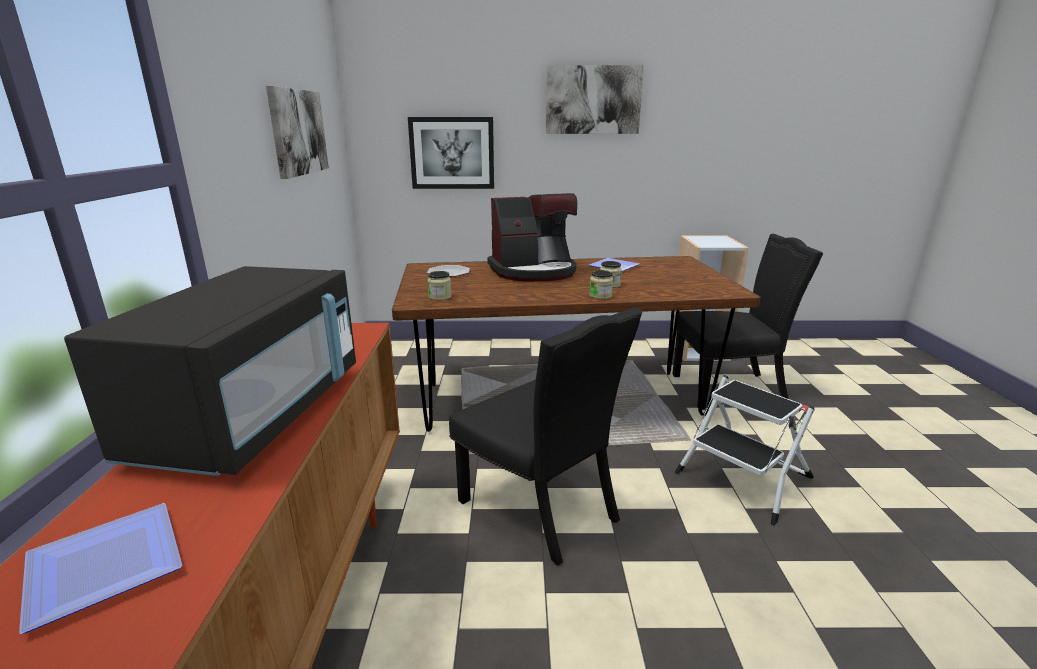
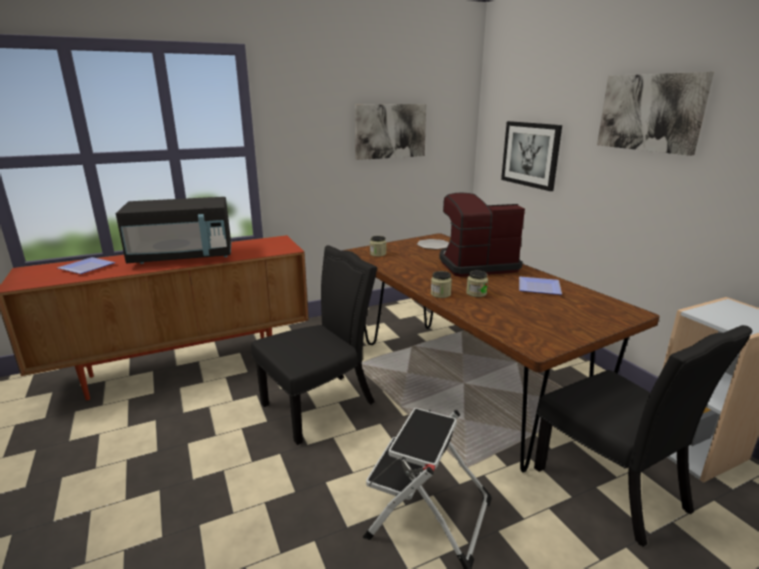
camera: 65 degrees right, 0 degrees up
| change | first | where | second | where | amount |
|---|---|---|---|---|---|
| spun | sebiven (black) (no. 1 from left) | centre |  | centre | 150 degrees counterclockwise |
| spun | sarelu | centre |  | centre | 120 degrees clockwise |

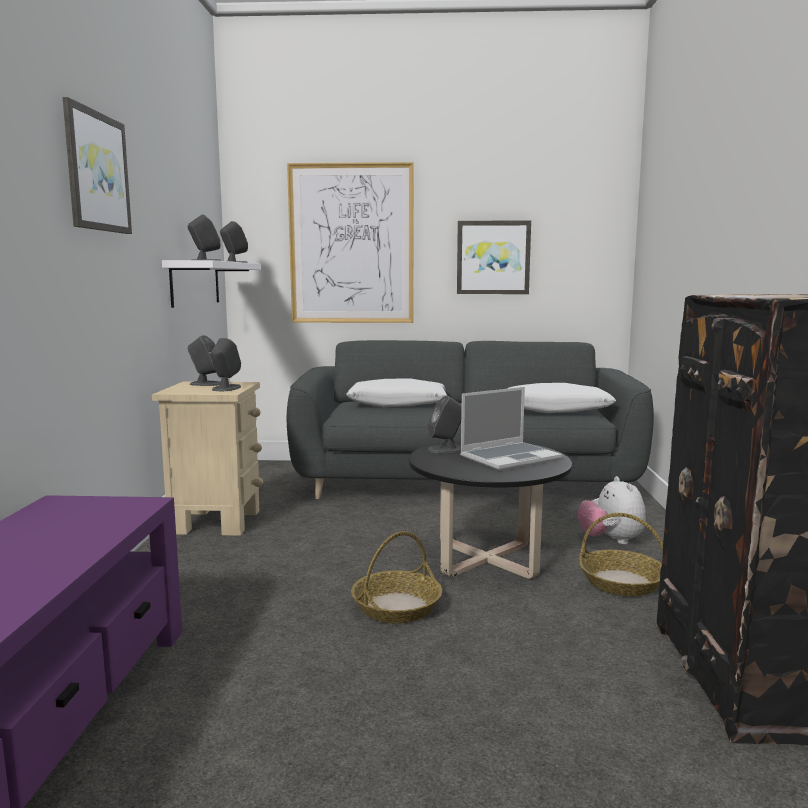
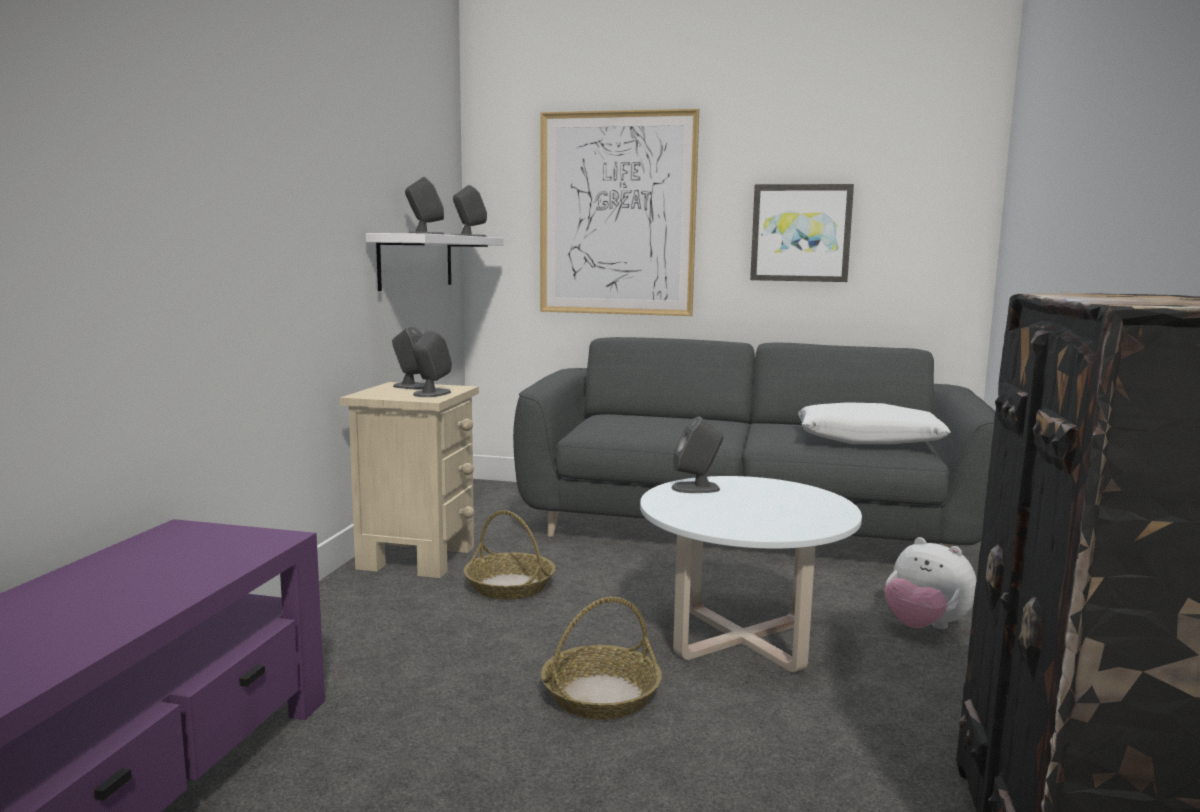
camera: 10 degrees right, 0 degrees up
| change | first | where | second | where | amount |
|---|---|---|---|---|---|
| missing | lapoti (no. 1 from left) | top left |  |  |  |
| missing | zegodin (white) (no. 1 from left) | centre |  |  |  |
| colour | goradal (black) | centre | goradal (white) | bottom centre |  |
| missing | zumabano | centre |  |  |  |
| spun | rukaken | middle right |  | bottom right | 45 degrees counterclockwise |
| relocated | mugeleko (no. 2 from left in the first image) | bottom right | mugeleko (no. 1 from left) | bottom centre |  |

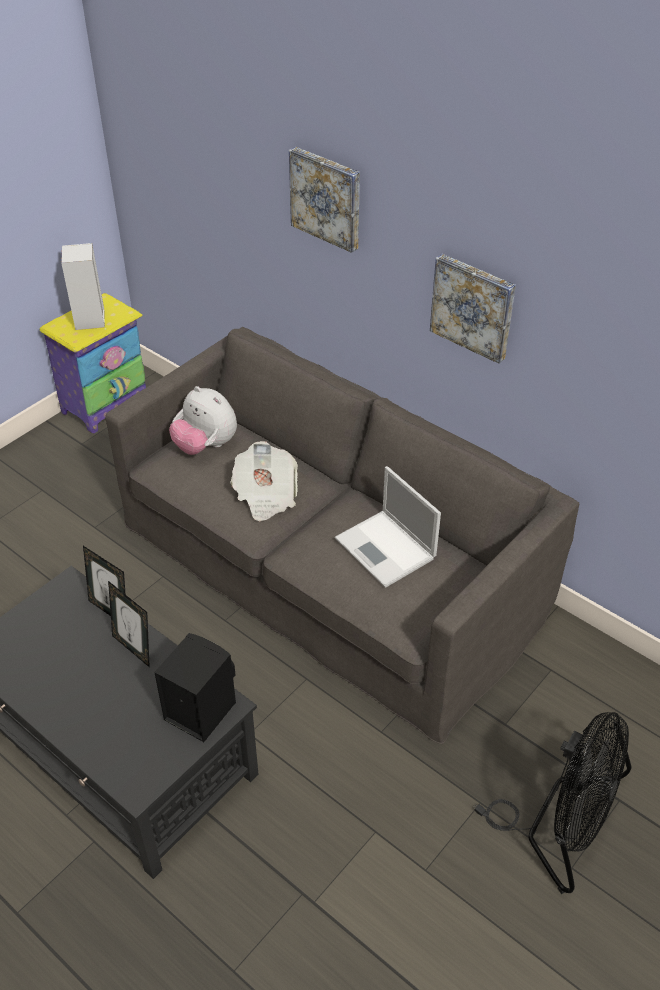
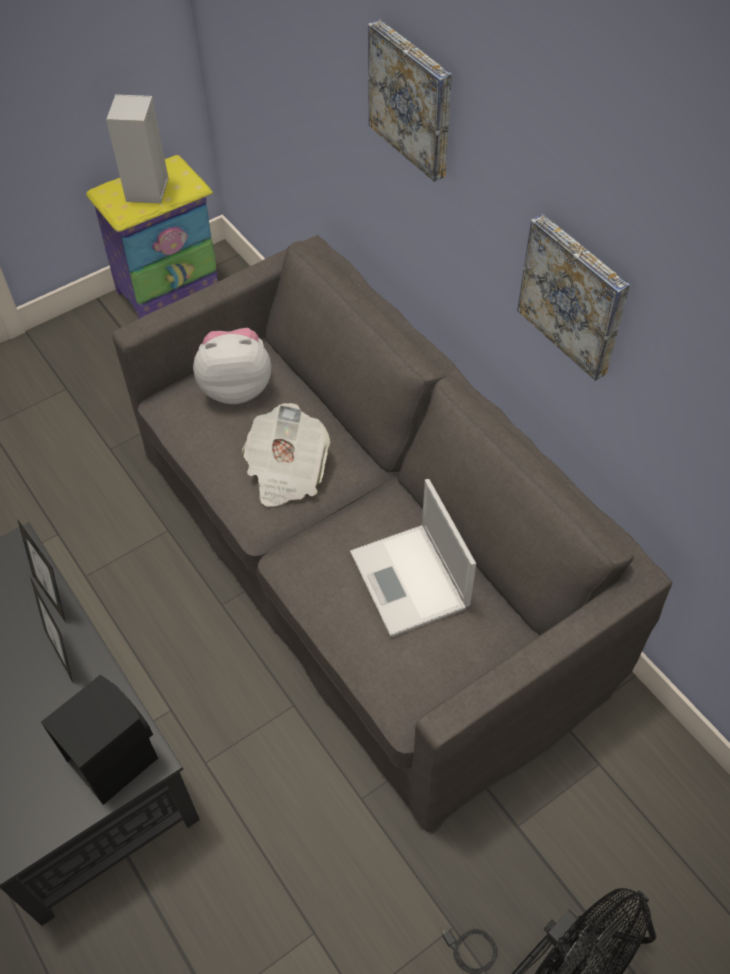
camera: 15 degrees right, 10 degrees up
| change | first | where | second | where | amount |
|---|---|---|---|---|---|
| spun | rukaken | middle left |  | middle left | 120 degrees clockwise |

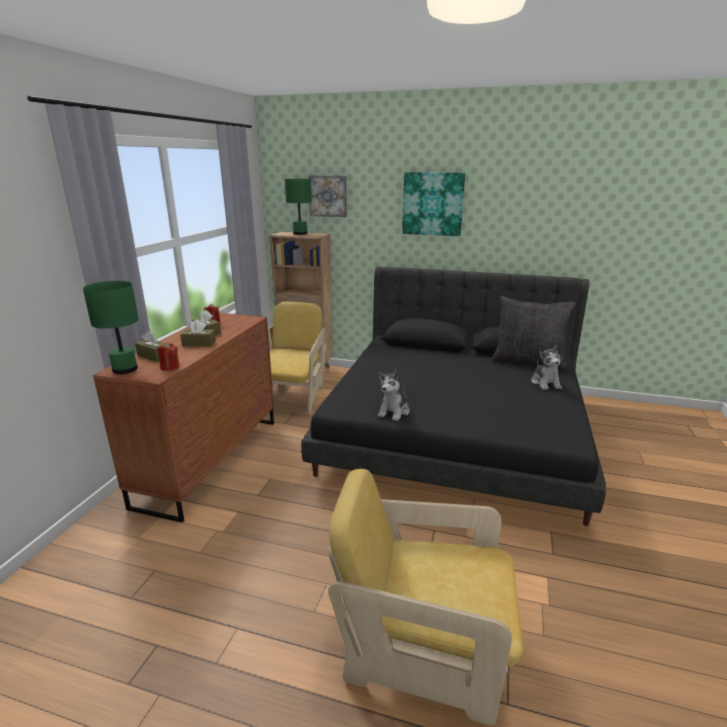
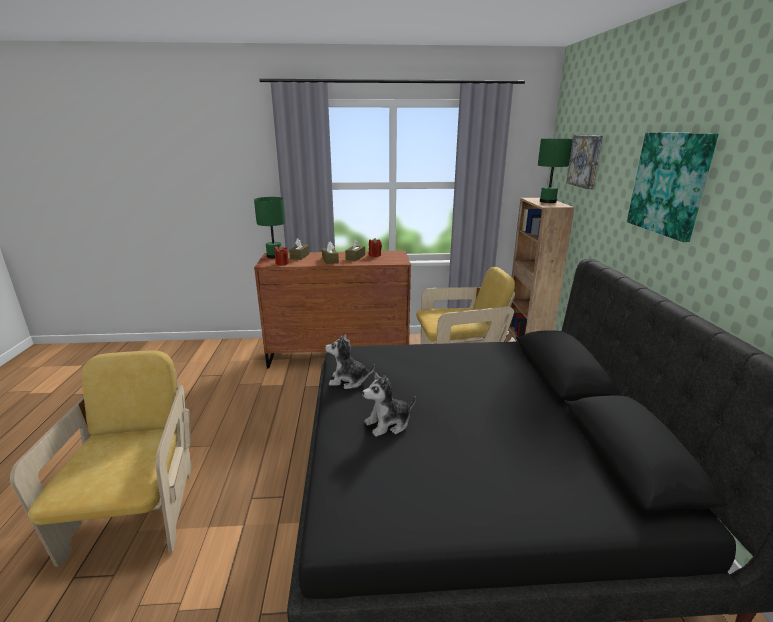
camera: 70 degrees right, 0 degrees up
| change | first | where | second | where | amount |
|---|---|---|---|---|---|
| missing | zegodin (black) | middle right |  |  |  |
| relocated | rukaken (no. 2 from left) | middle right |  | centre |  |

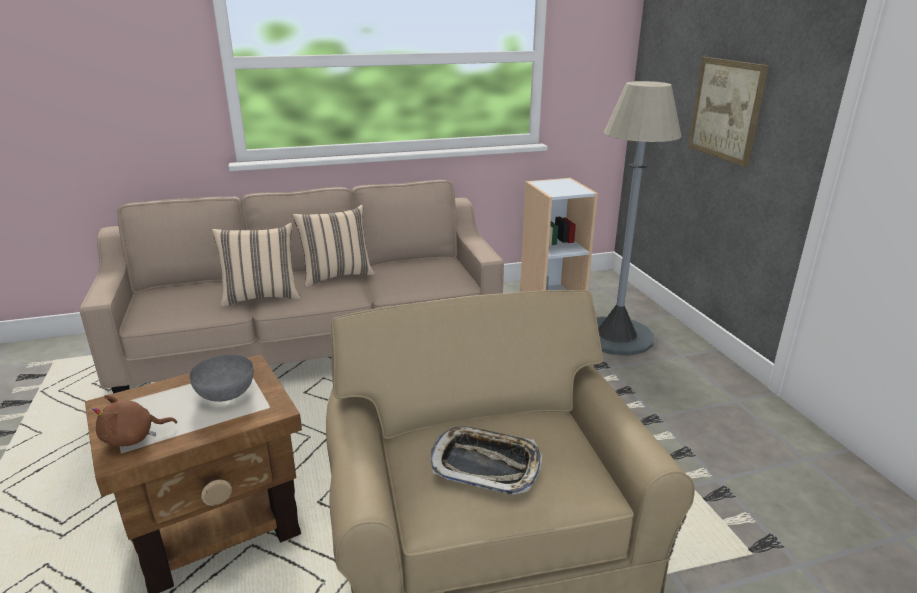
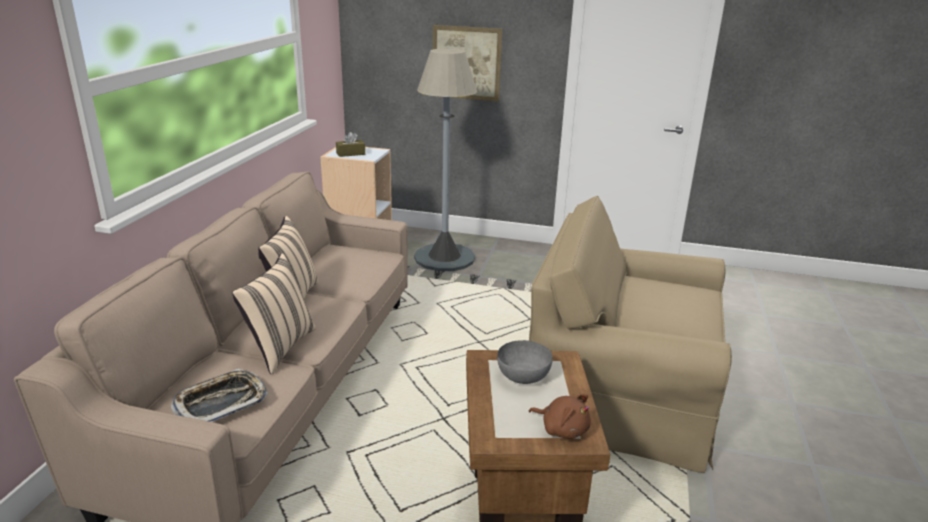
camera: 60 degrees left, 0 degrees up
| change | first | where | second | where | amount |
|---|---|---|---|---|---|
| spun | rukaken (brown) | bottom left |  | bottom centre | 60 degrees counterclockwise |
| relocated | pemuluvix | bottom centre |  | bottom left |  |
| appeared |  |  | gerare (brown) | top centre |  |

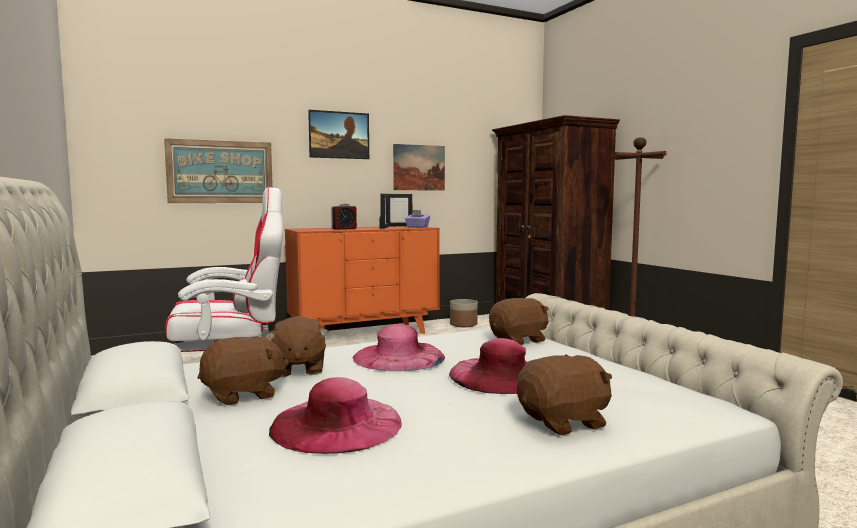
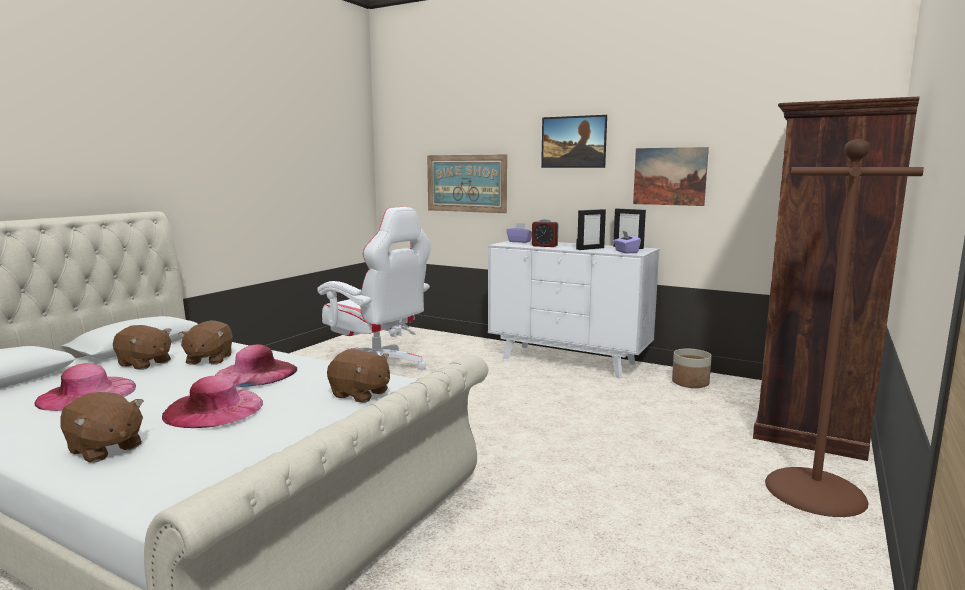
camera: 55 degrees right, 5 degrees up
| change | first | where | second | where | amount |
|---|---|---|---|---|---|
| spun | rukaken (brown) (no. 2 from left in the first image) | centre | rukaken (brown) (no. 3 from left) | middle left | 45 degrees counterclockwise |
| colour | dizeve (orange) | centre | dizeve (white) | centre |  |
| appeared |  |  | gerare (purple) (no. 1 from left) | centre |  |

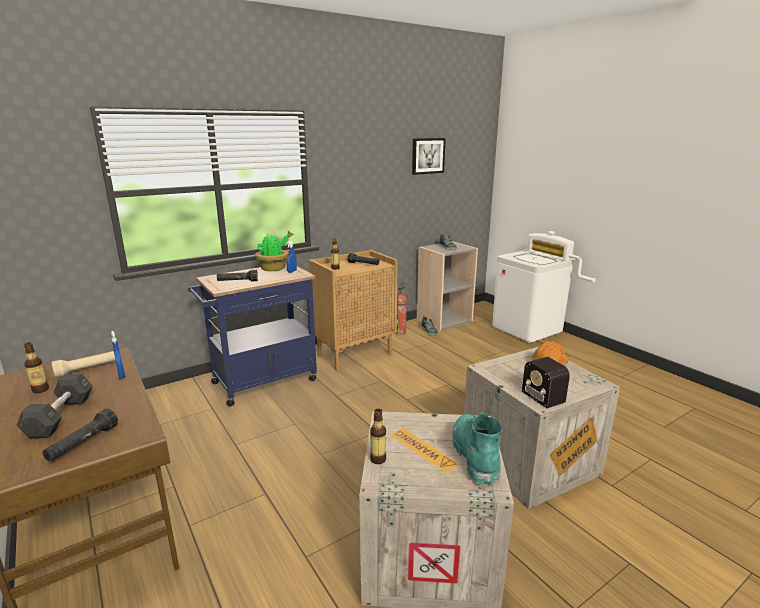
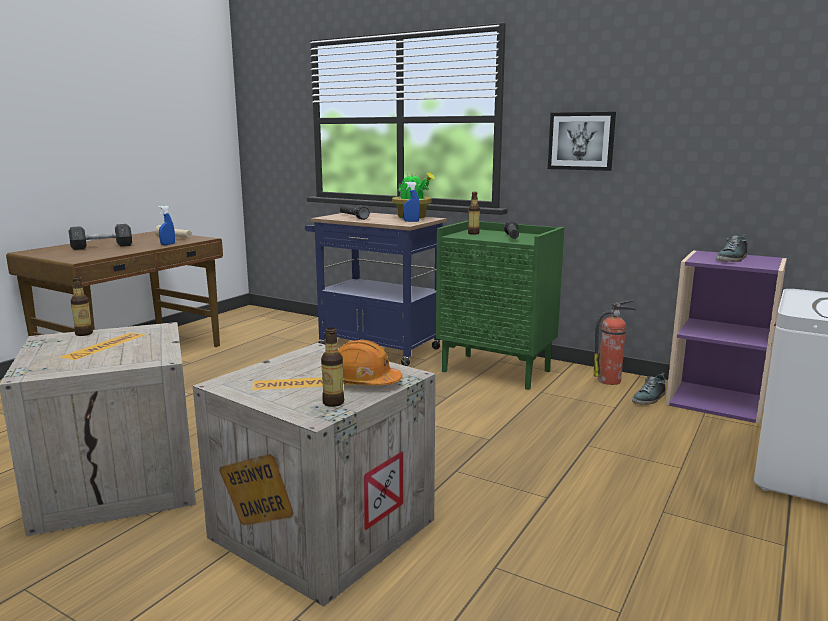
camera: 65 degrees right, 5 degrees down
| change | first | where | second | where | amount |
|---|---|---|---|---|---|
| relocated | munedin (no. 1 from left in the first image) | middle left | munedin (no. 2 from left) | centre |  |
| missing | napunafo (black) (no. 1 from left) | bottom left |  |  |  |
| colour | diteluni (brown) | centre | diteluni (green) | centre |  |
| relocated | lapoti | top centre |  | top right |  |
| colour | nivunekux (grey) | centre | nivunekux (purple) | middle right |  |
| missing | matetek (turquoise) | bottom centre |  |  |  |
| missing | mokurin | middle right |  |  |  |

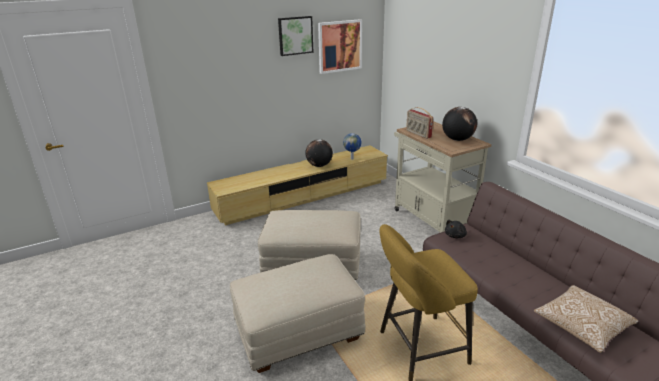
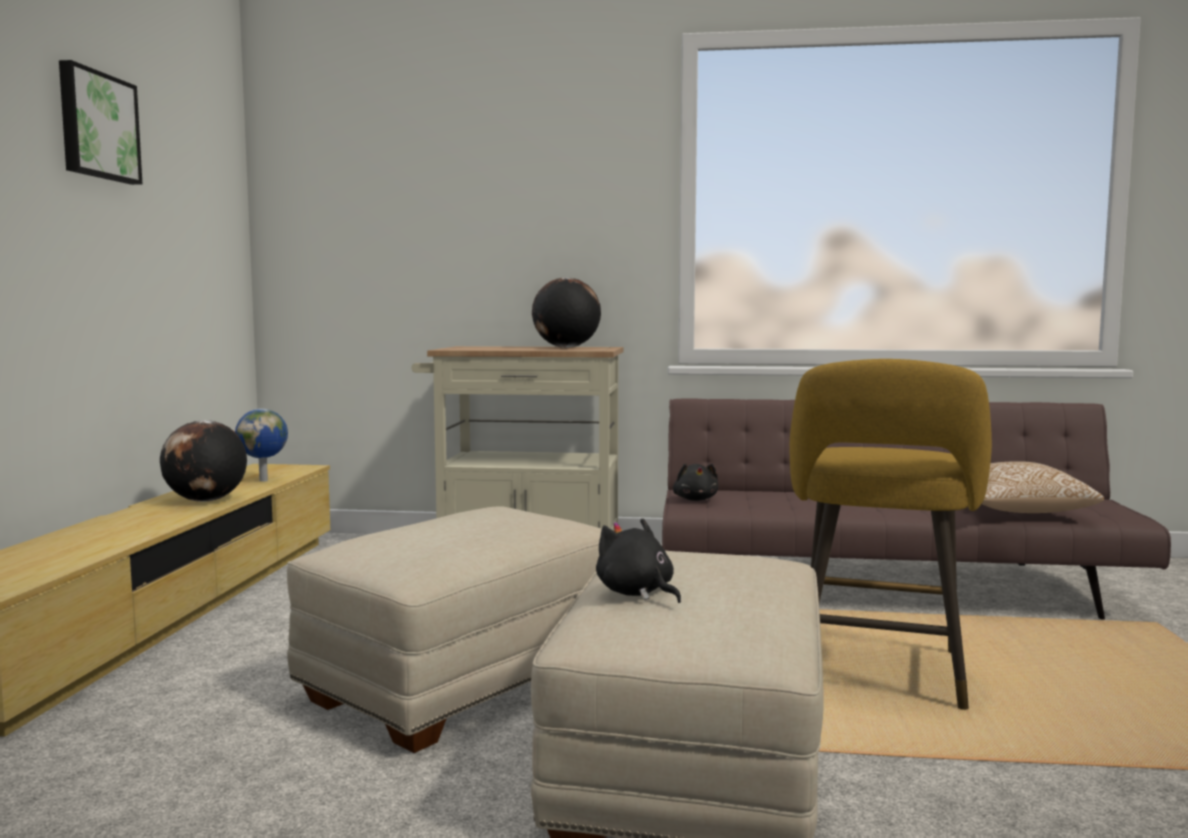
camera: 55 degrees left, 20 degrees down
| change | first | where | second | where | amount |
|---|---|---|---|---|---|
| missing | lapoti (no. 2 from left) | top centre |  |  |  |
| missing | mokurin | top centre |  |  |  |
| appeared |  |  | rukaken (black) (no. 1 from left) | bottom centre |  |

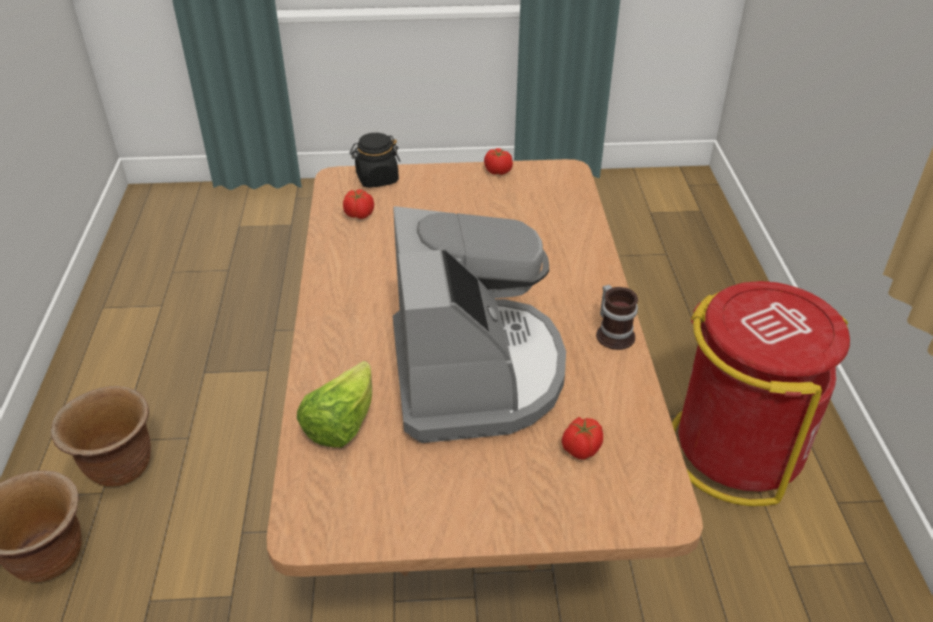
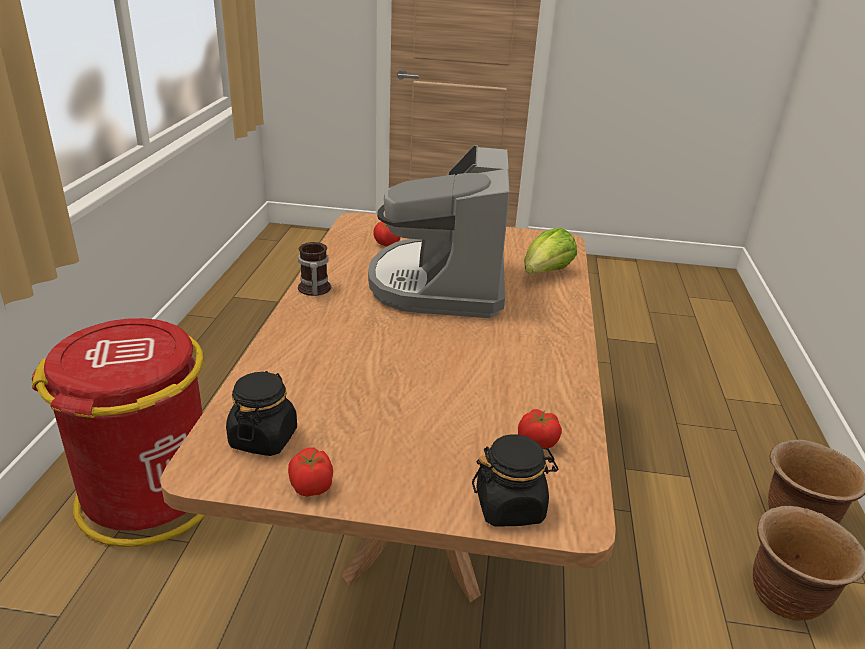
camera: 170 degrees left, 10 degrees down
| change | first | where | second | where | amount |
|---|---|---|---|---|---|
| appeared |  |  | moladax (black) (no. 1 from left) | middle left |  |

